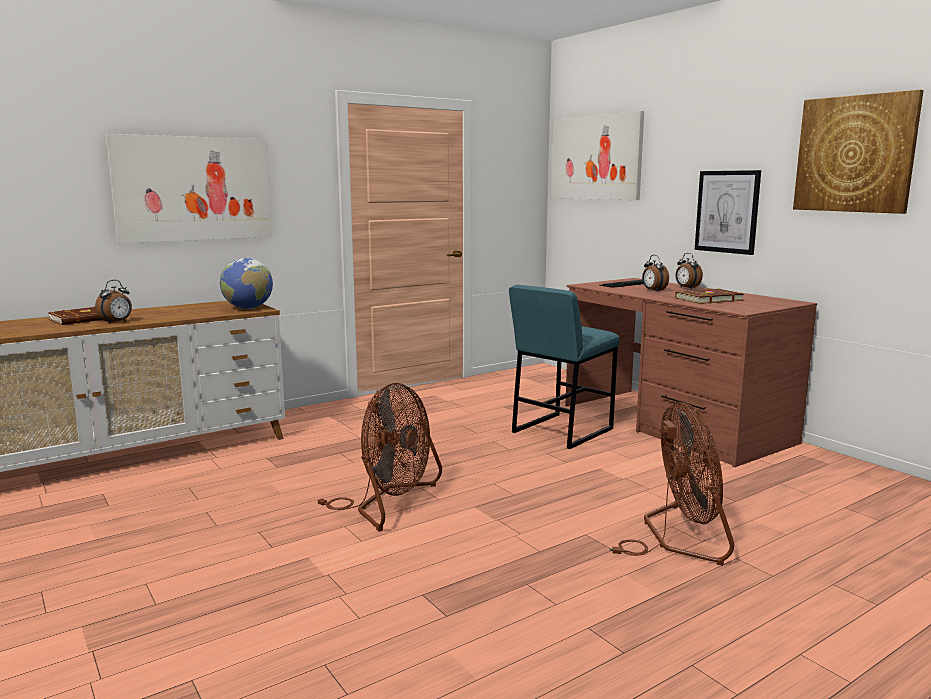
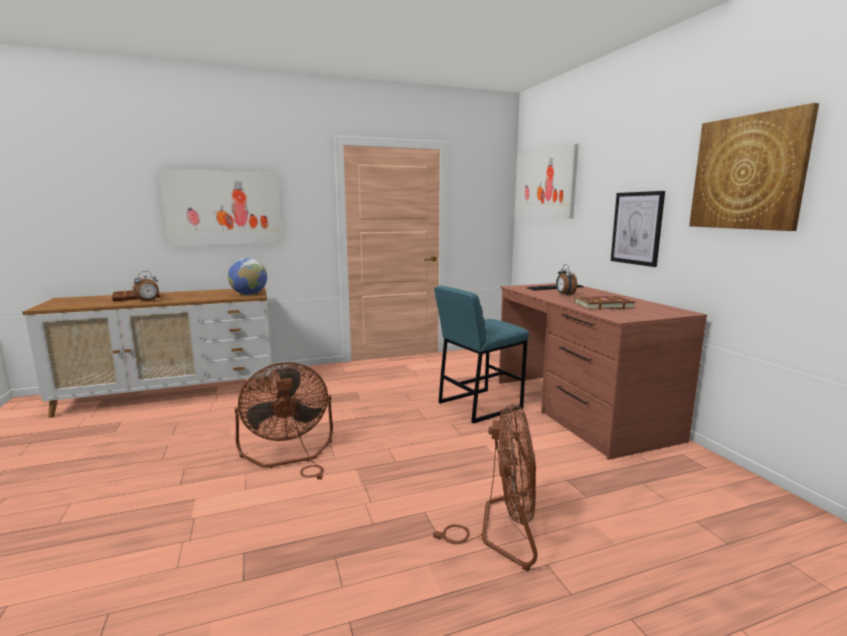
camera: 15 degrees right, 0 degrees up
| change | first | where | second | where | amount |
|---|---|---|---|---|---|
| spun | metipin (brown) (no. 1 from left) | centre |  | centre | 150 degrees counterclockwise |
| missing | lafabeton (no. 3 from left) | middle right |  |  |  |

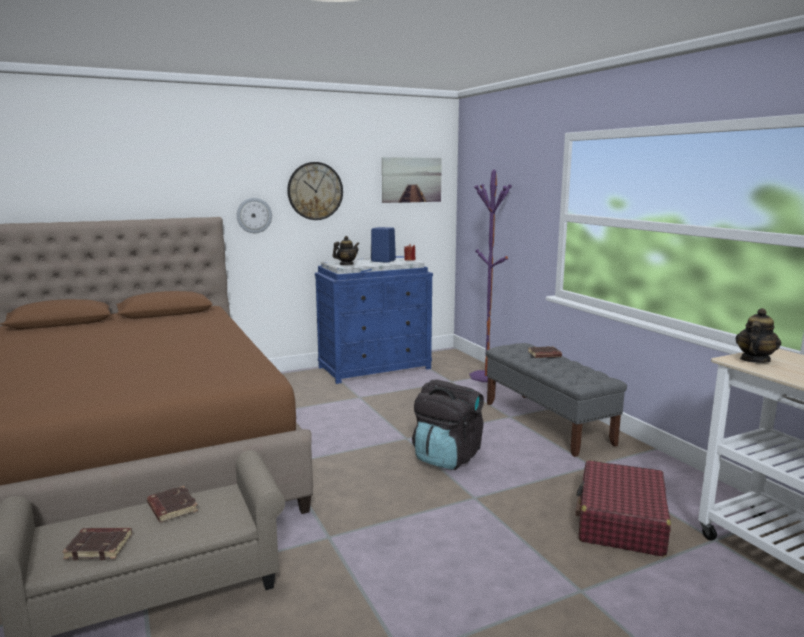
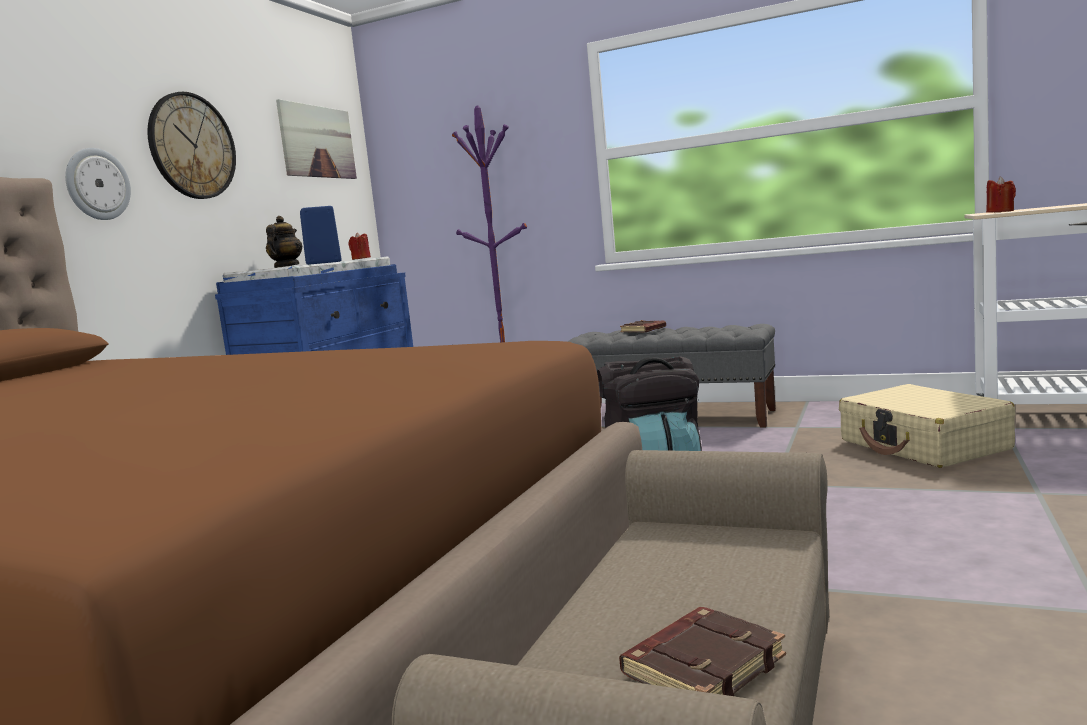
camera: 40 degrees left, 5 degrees down
| change | first | where | second | where | amount |
|---|---|---|---|---|---|
| missing | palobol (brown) (no. 2 from left) | bottom left |  |  |  |
| colour | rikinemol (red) | bottom right | rikinemol (beige) | middle right |  |
| exchanged | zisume (no. 2 from left) | middle right | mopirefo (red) (no. 2 from left) | top right |  |

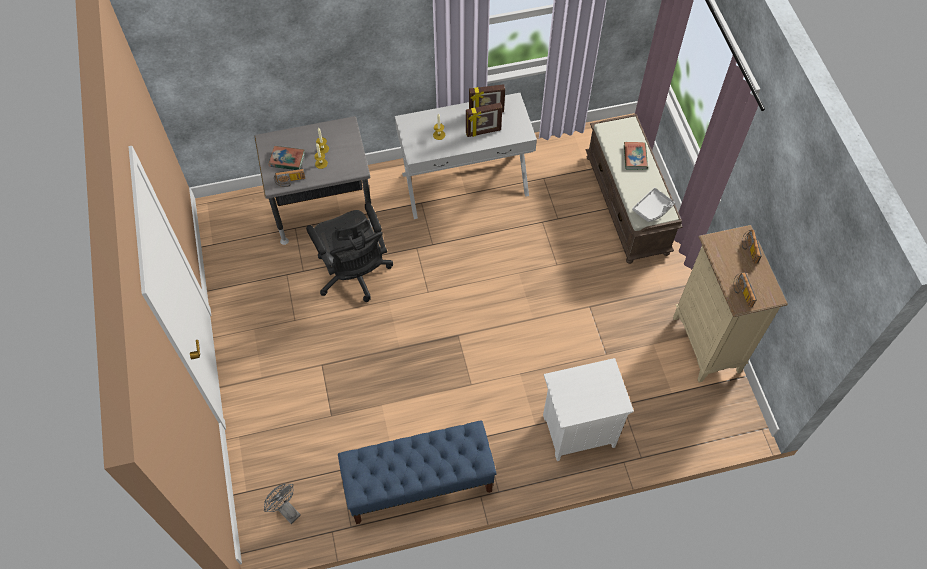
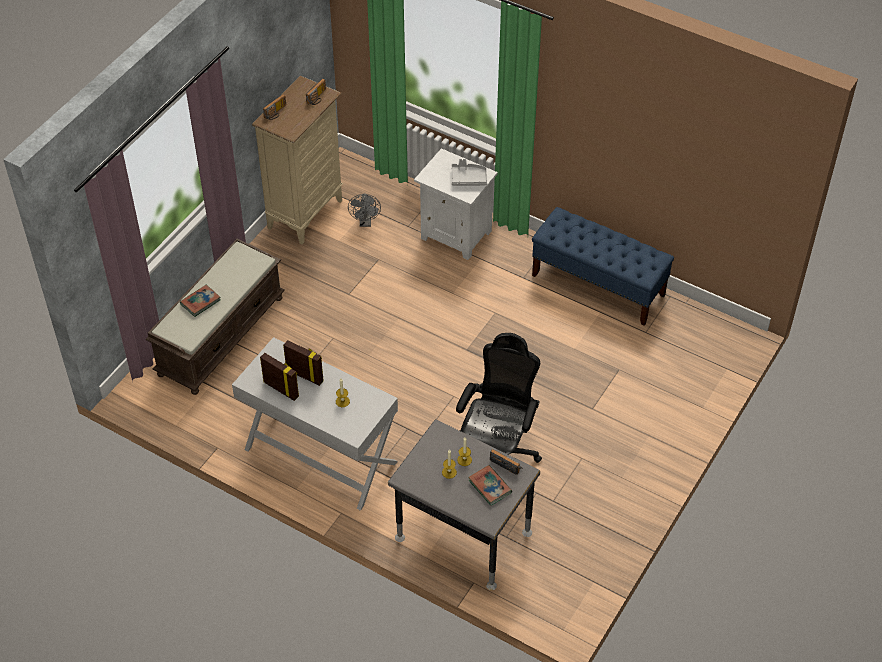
camera: 135 degrees left, 10 degrees down
| change | first | where | second | where | amount |
|---|---|---|---|---|---|
| relocated | metipin (grey) | bottom left |  | top centre |  |
| relocated | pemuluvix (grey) | middle right |  | top centre |  |

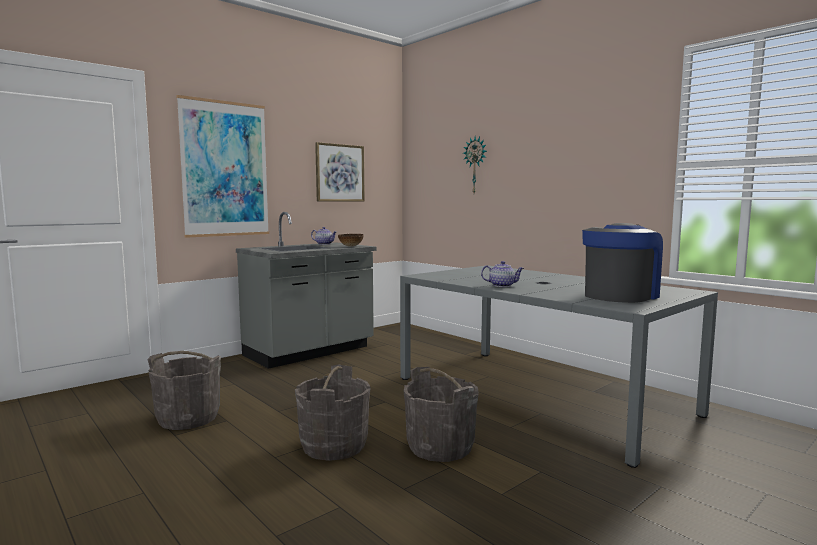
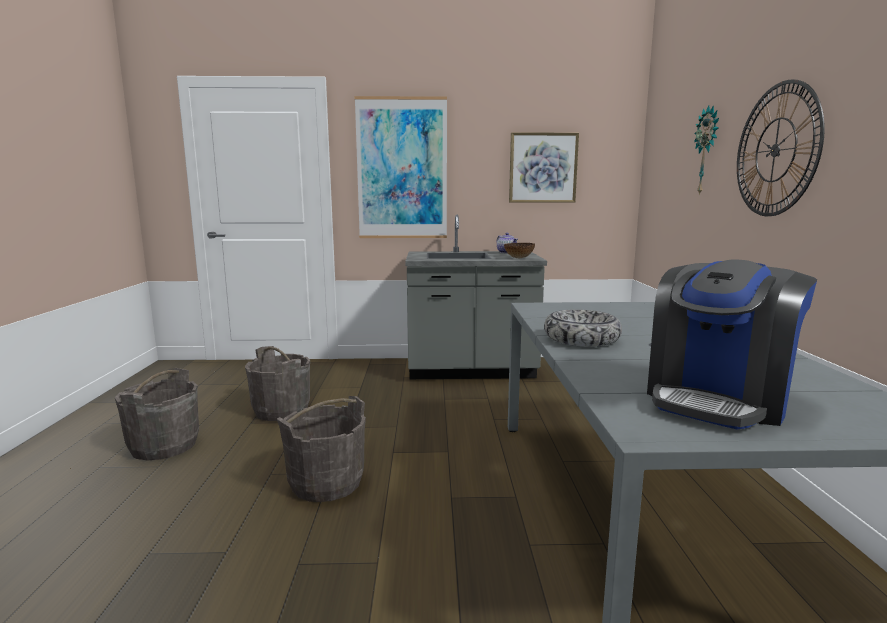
camera: 40 degrees right, 5 degrees up
| change | first | where | second | where | amount |
|---|---|---|---|---|---|
| relocated | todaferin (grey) (no. 3 from left in the first image) | bottom centre | todaferin (grey) (no. 1 from left) | middle left |  |
| exchanged | zisume (no. 2 from left) | centre | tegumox (no. 2 from left) | centre |  |
| spun | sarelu | middle right |  | middle right | 135 degrees clockwise |
| appeared |  |  | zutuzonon (no. 2 from left) | top right |  |

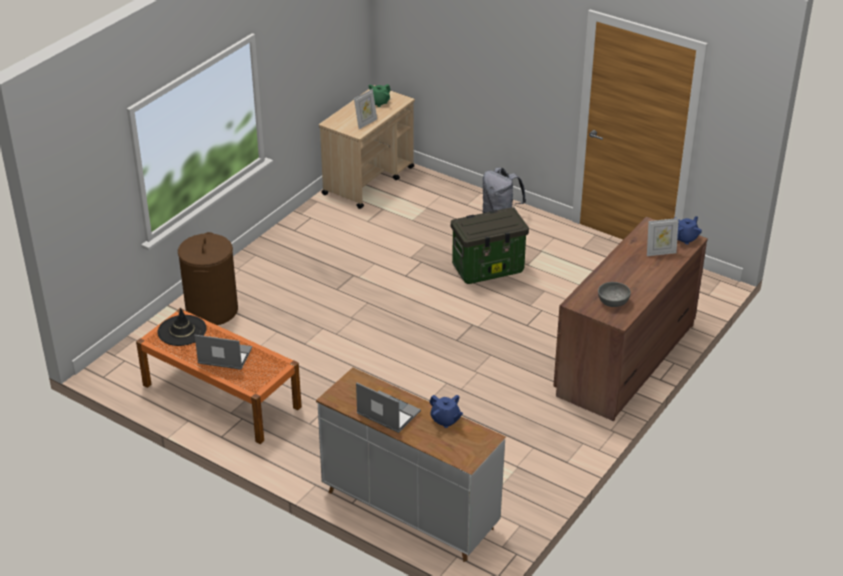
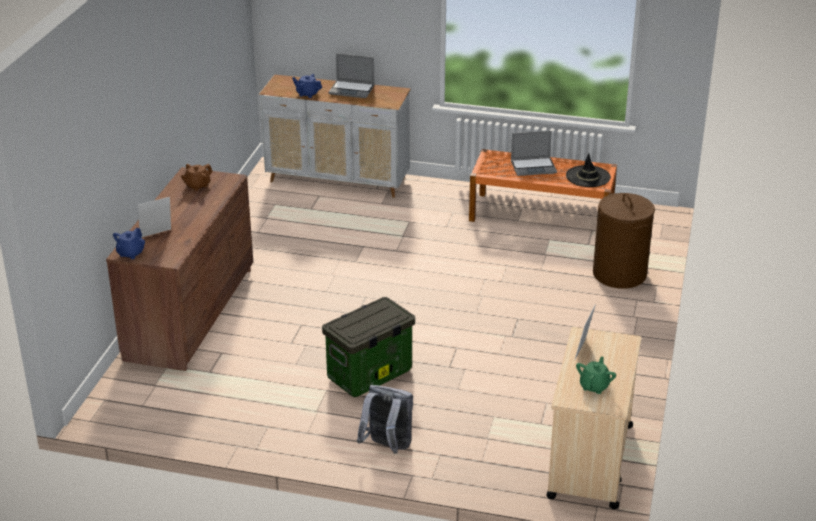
camera: 160 degrees right, 5 degrees down
| change | first | where | second | where | amount |
|---|---|---|---|---|---|
| exchanged | tegumox (grey) | middle right | zisume (brown) | middle left |  |

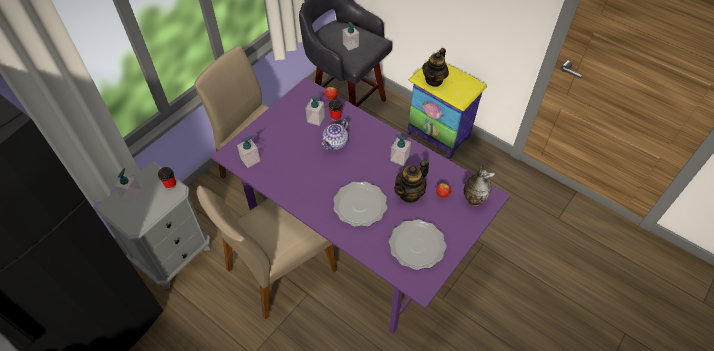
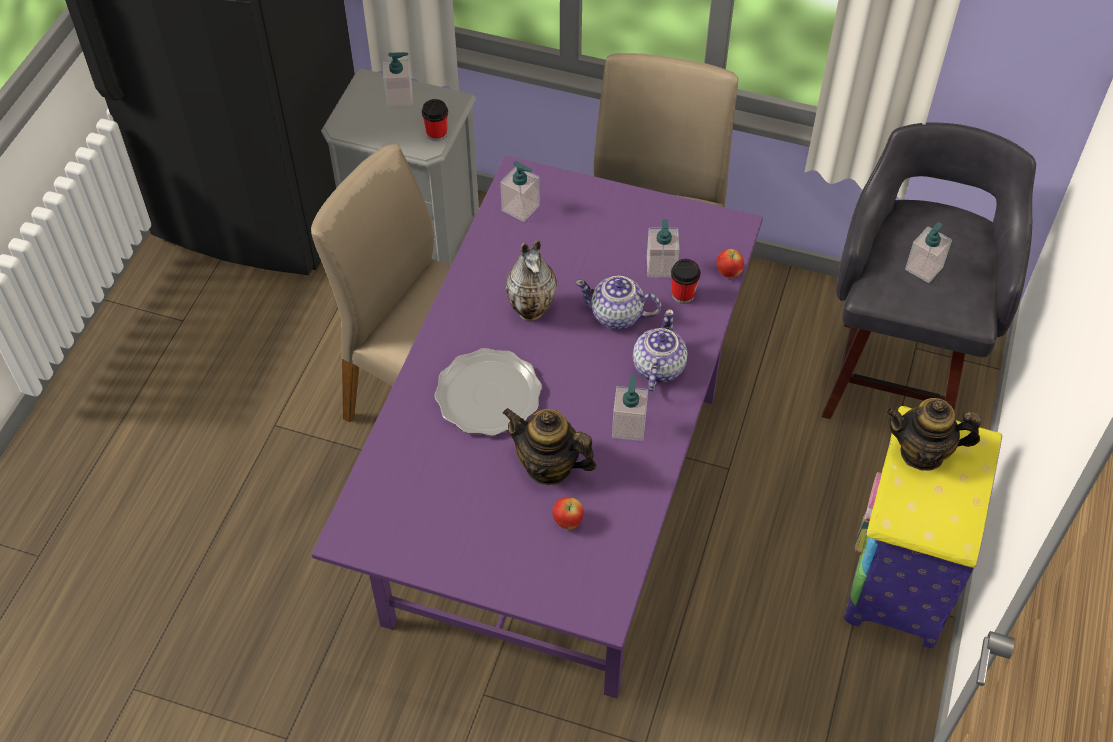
camera: 70 degrees right, 0 degrees up
| change | first | where | second | where | amount |
|---|---|---|---|---|---|
| missing | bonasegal (no. 2 from left) | bottom centre |  |  |  |
| relocated | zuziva | middle right |  | centre |  |
| appeared |  |  | zisume (no. 3 from left) | centre |  |

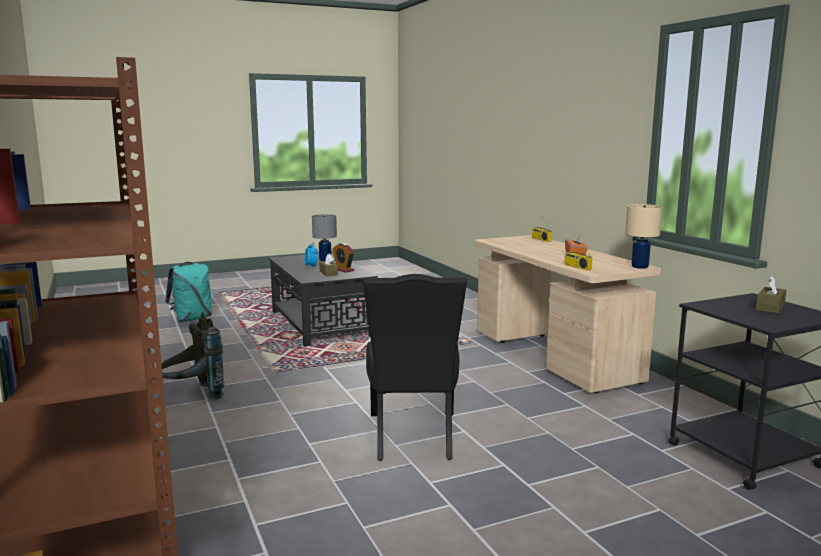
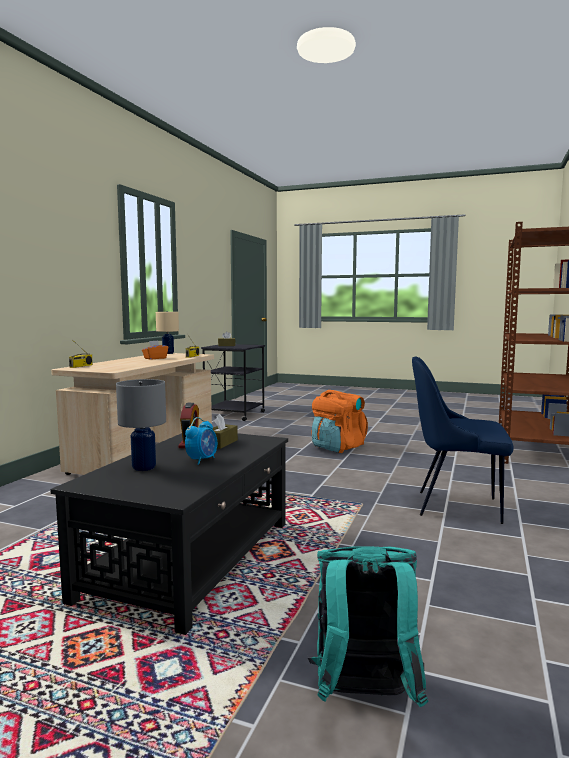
camera: 135 degrees left, 5 degrees down
| change | first | where | second | where | amount |
|---|---|---|---|---|---|
| exchanged | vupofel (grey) | middle left | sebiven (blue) | middle right |  |
| exchanged | sebiven (black) | centre | vupofel (orange) | centre |  |

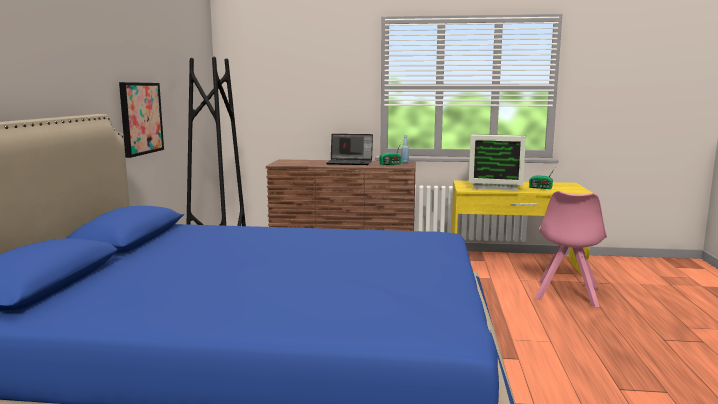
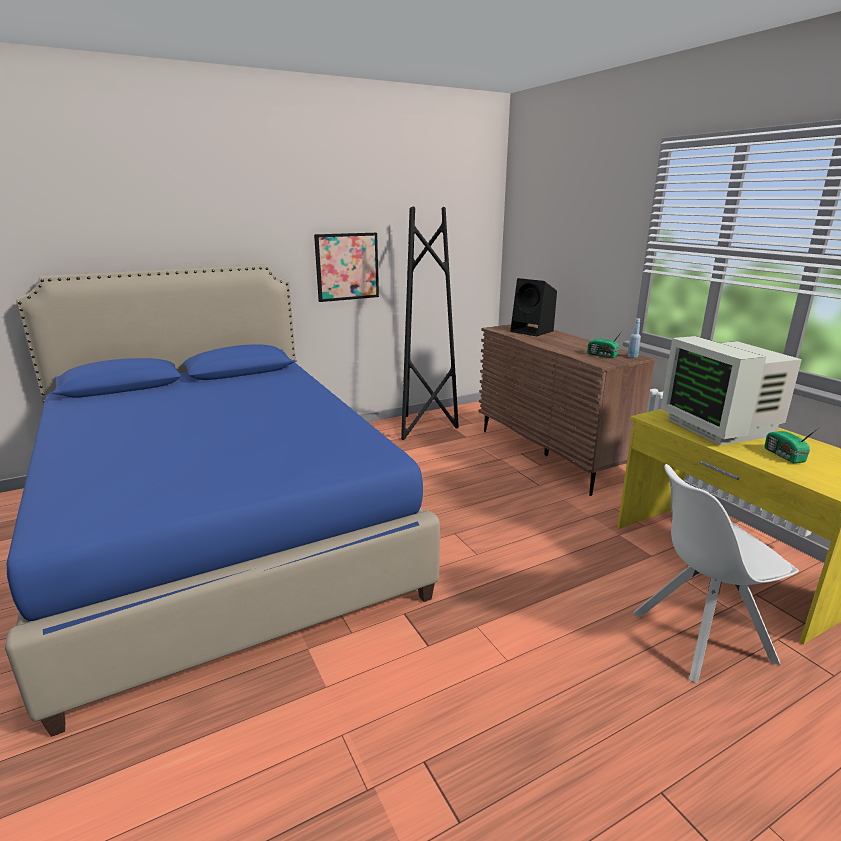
camera: 55 degrees right, 10 degrees up
| change | first | where | second | where | amount |
|---|---|---|---|---|---|
| missing | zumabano | centre |  |  |  |
| colour | sebiven (pink) | middle right | sebiven (white) | bottom right |  |
| appeared |  |  | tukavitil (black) | centre |  |

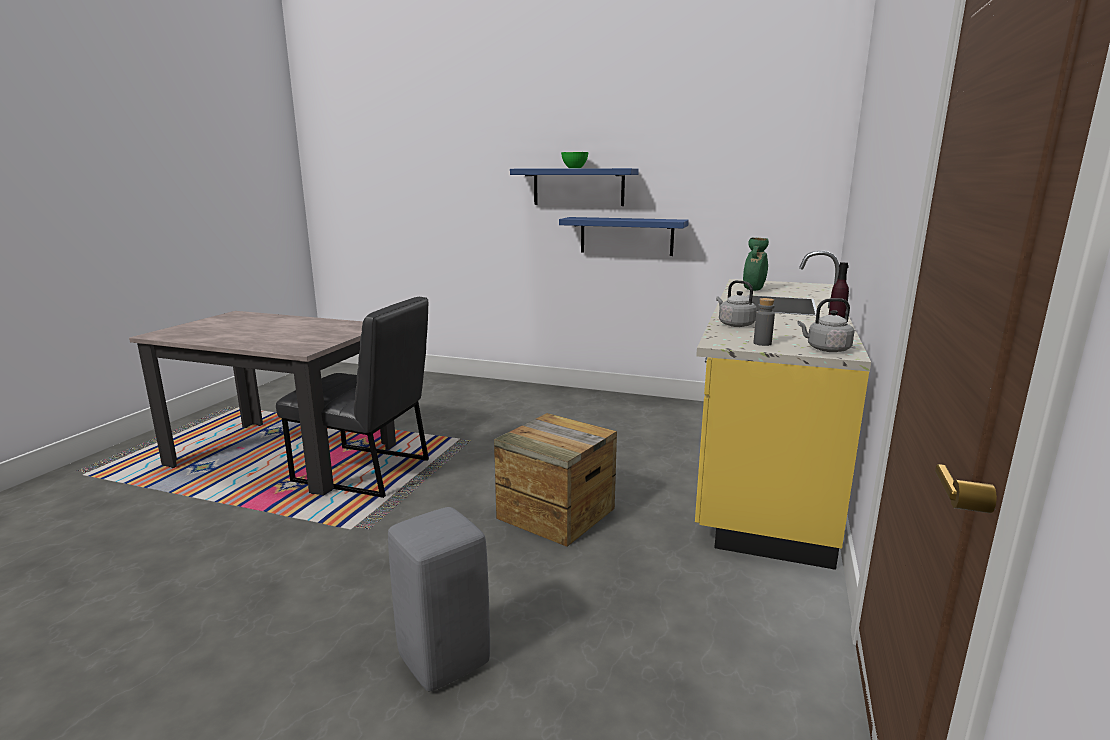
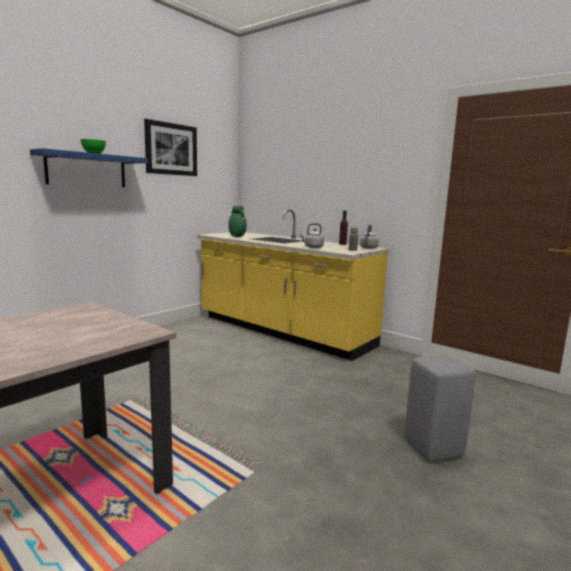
camera: 70 degrees left, 5 degrees down
| change | first | where | second | where | amount |
|---|---|---|---|---|---|
| missing | sebiven (grey) | middle left |  |  |  |
| missing | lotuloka | centre |  |  |  |
| missing | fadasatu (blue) (no. 2 from left) | top centre |  |  |  |
| appeared |  |  | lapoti | top left |  |

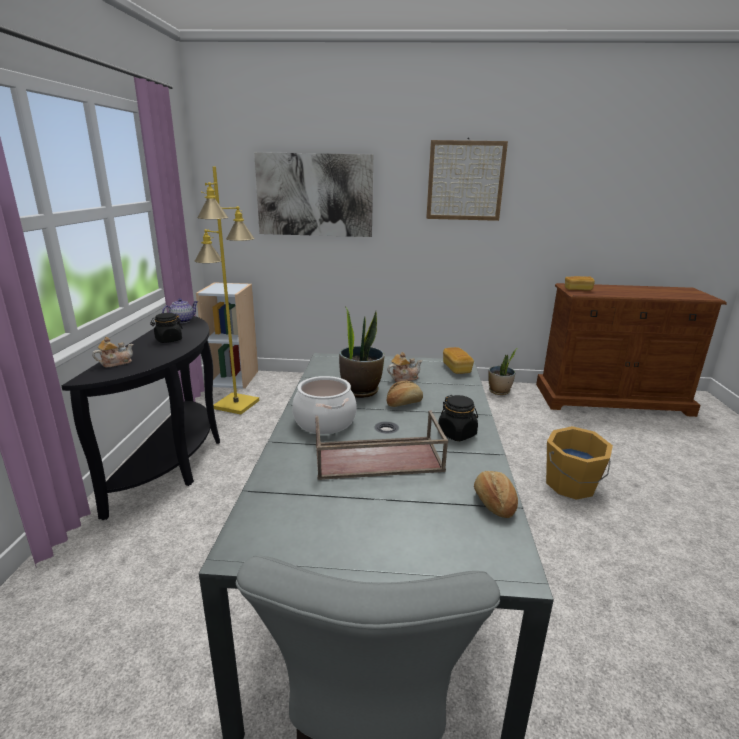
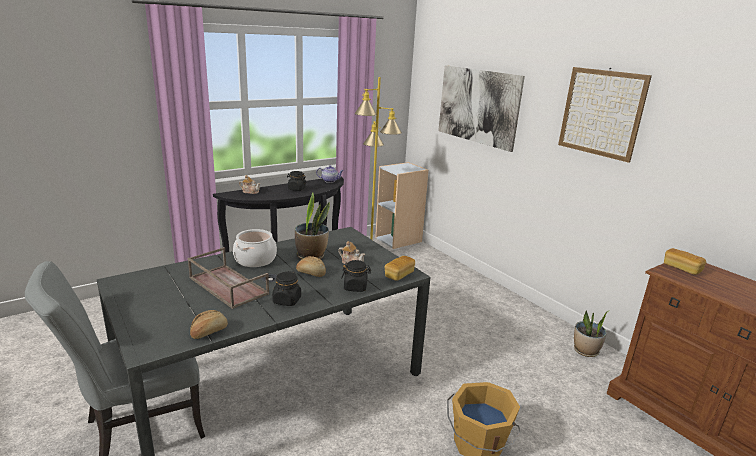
camera: 50 degrees right, 0 degrees up
| change | first | where | second | where | amount |
|---|---|---|---|---|---|
| appeared |  |  | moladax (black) (no. 3 from left) | centre |  |

